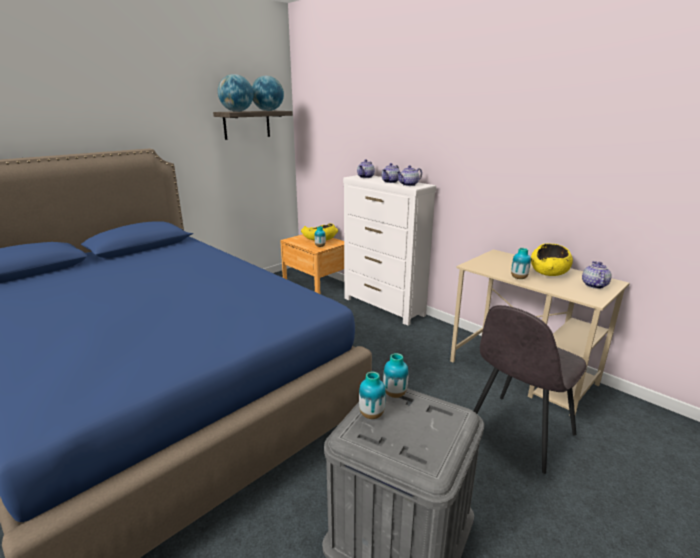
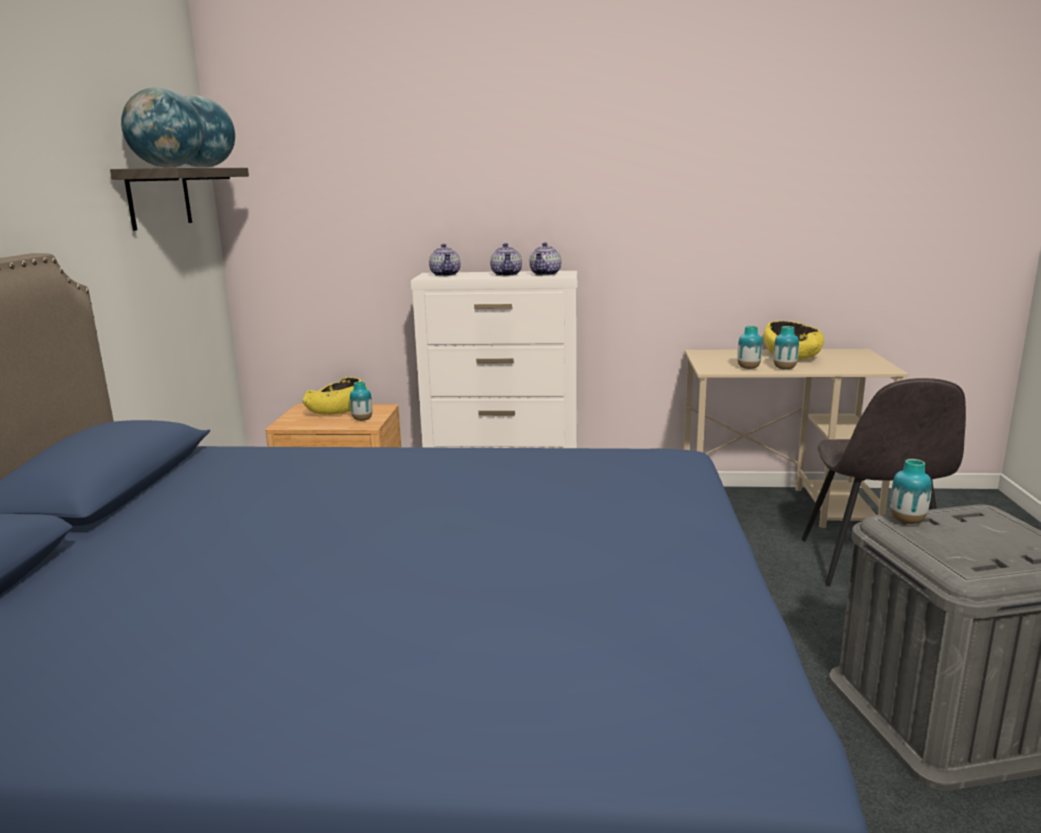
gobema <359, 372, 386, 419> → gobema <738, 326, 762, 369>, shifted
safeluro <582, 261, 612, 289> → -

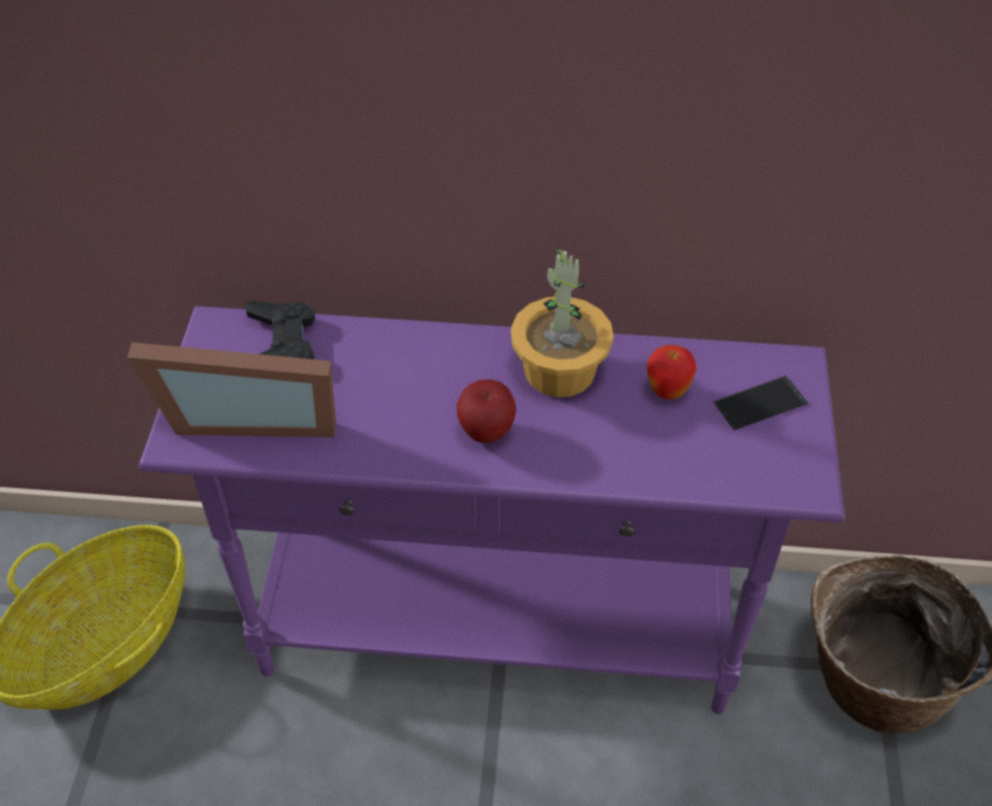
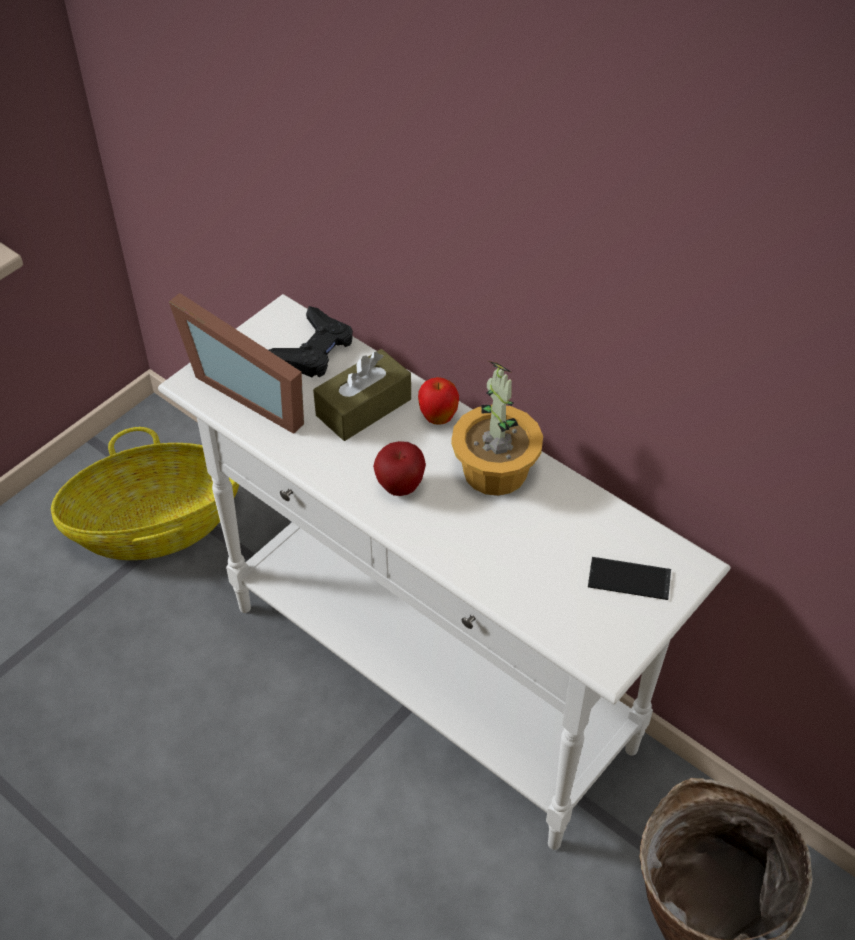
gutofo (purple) <139, 306, 845, 714> → gutofo (white) <158, 294, 731, 850>
- → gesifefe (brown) <313, 349, 411, 441>
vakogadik <647, 345, 697, 400> → vakogadik <418, 377, 459, 425>, shifted

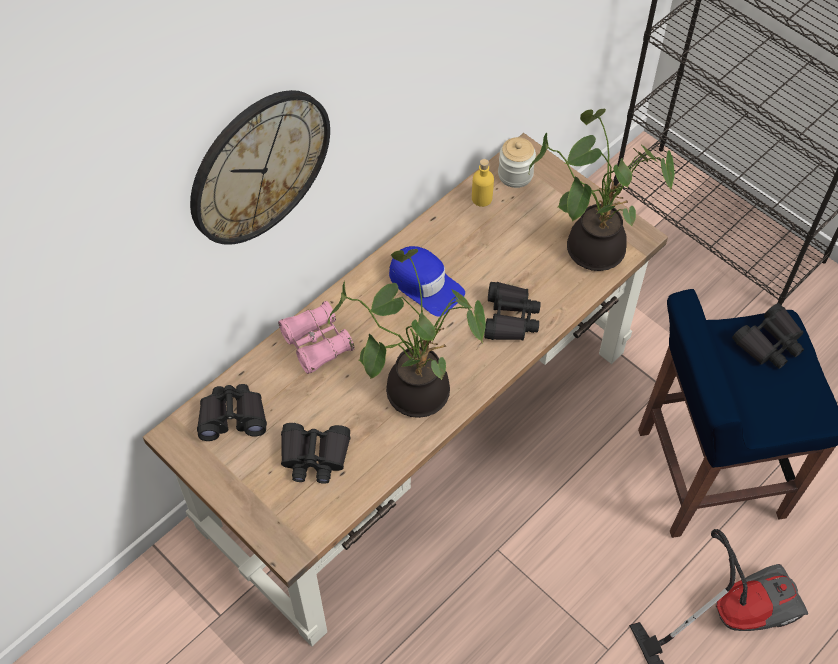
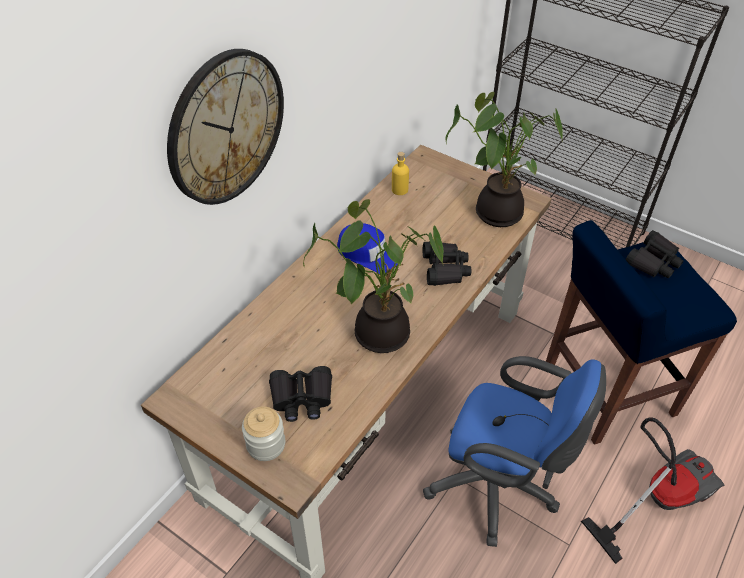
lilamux <498, 137, 536, 188> → lilamux <242, 407, 285, 461>, shifted
- → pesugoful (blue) <423, 356, 606, 547>
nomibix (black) <197, 384, 267, 441> → -
nomibix (pink) <278, 301, 355, 374> → -

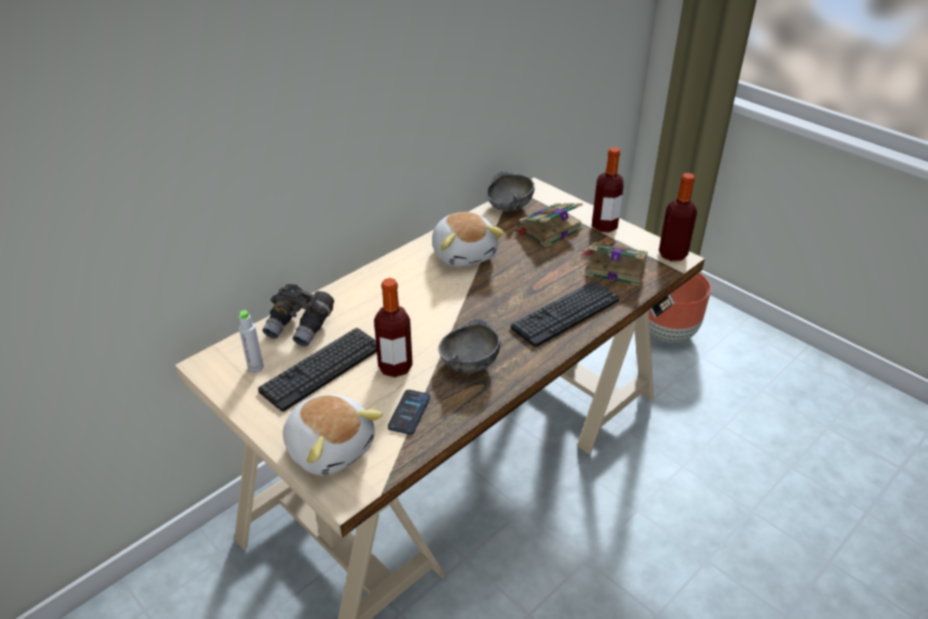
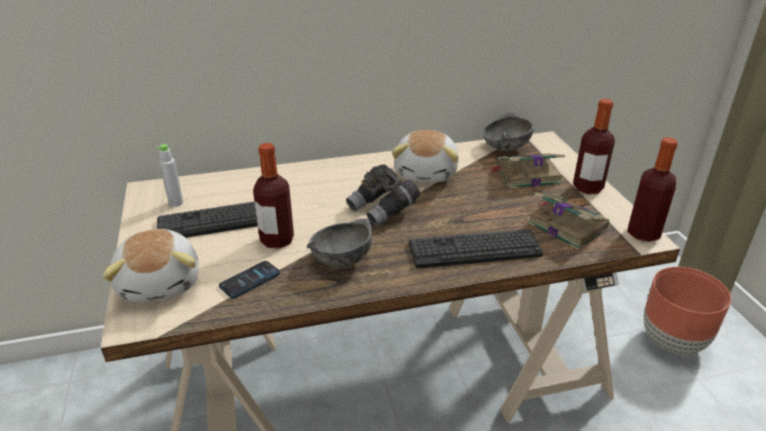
nomibix (grey) <262, 284, 334, 347> → nomibix (grey) <346, 164, 420, 226>, shifted

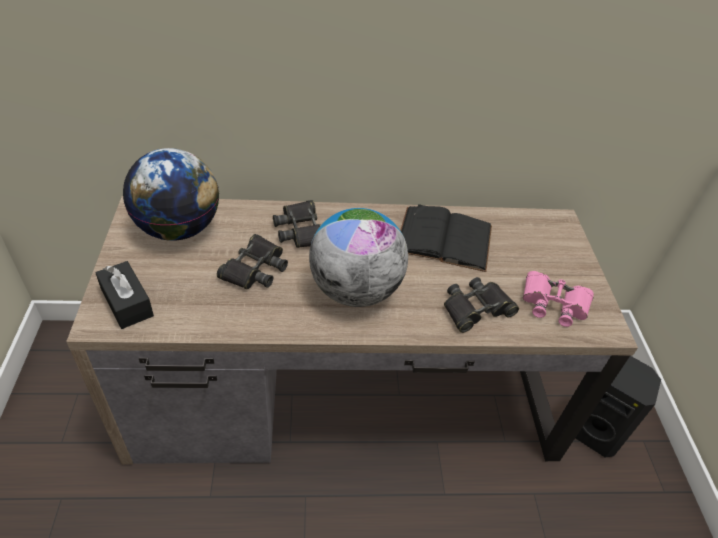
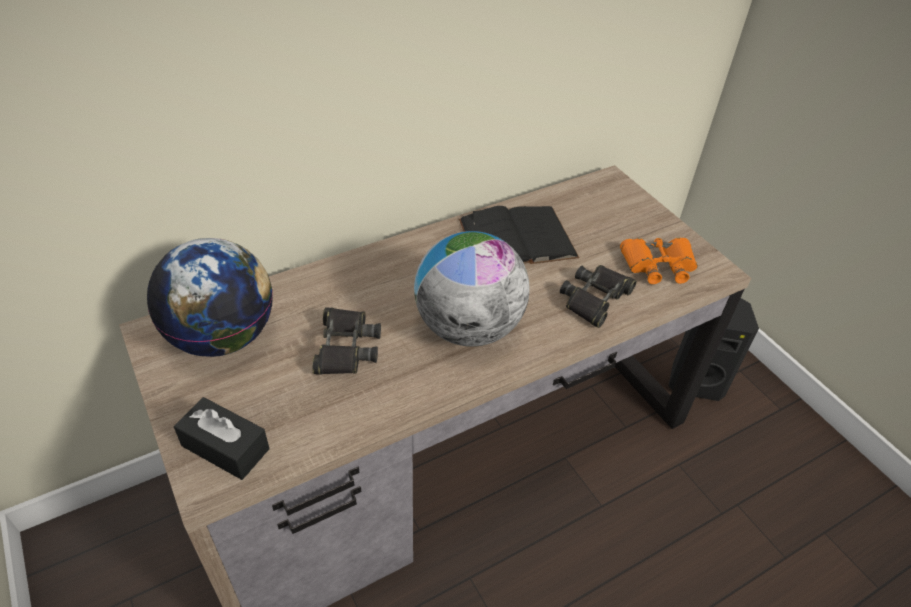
nomibix (pink) <523, 271, 594, 327> → nomibix (orange) <620, 237, 698, 284>
nomibix (black) <273, 200, 321, 248> → -

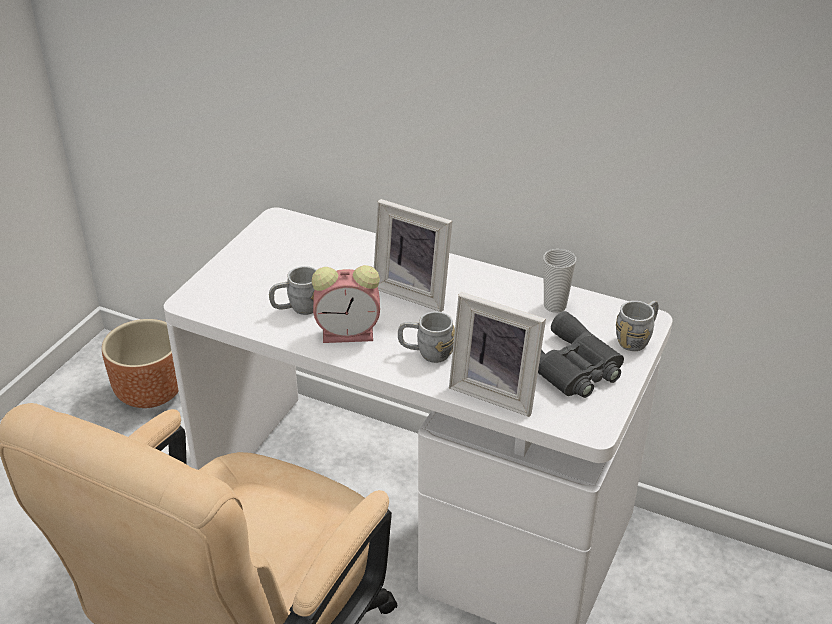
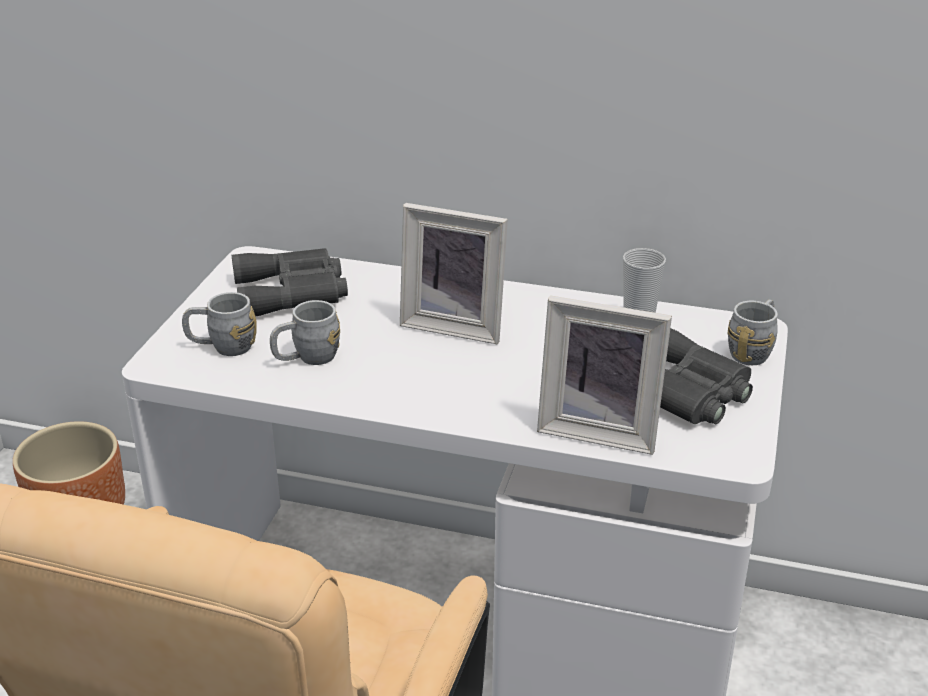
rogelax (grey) <398, 311, 455, 363> → rogelax (grey) <182, 292, 257, 356>, shifted
- → nomibix (grey) <232, 248, 348, 316>
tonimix <312, 265, 380, 343> → -

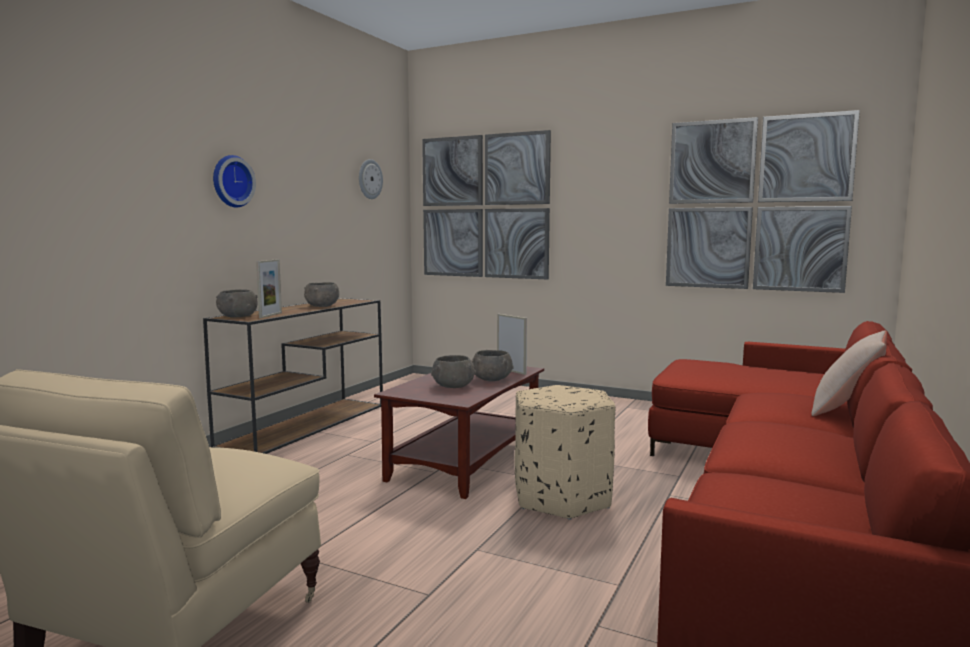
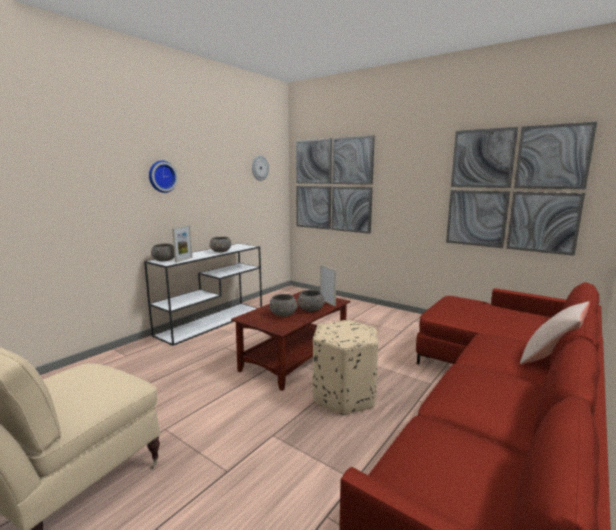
gutofo (brown) <203, 298, 383, 454> → gutofo (white) <144, 243, 262, 346>

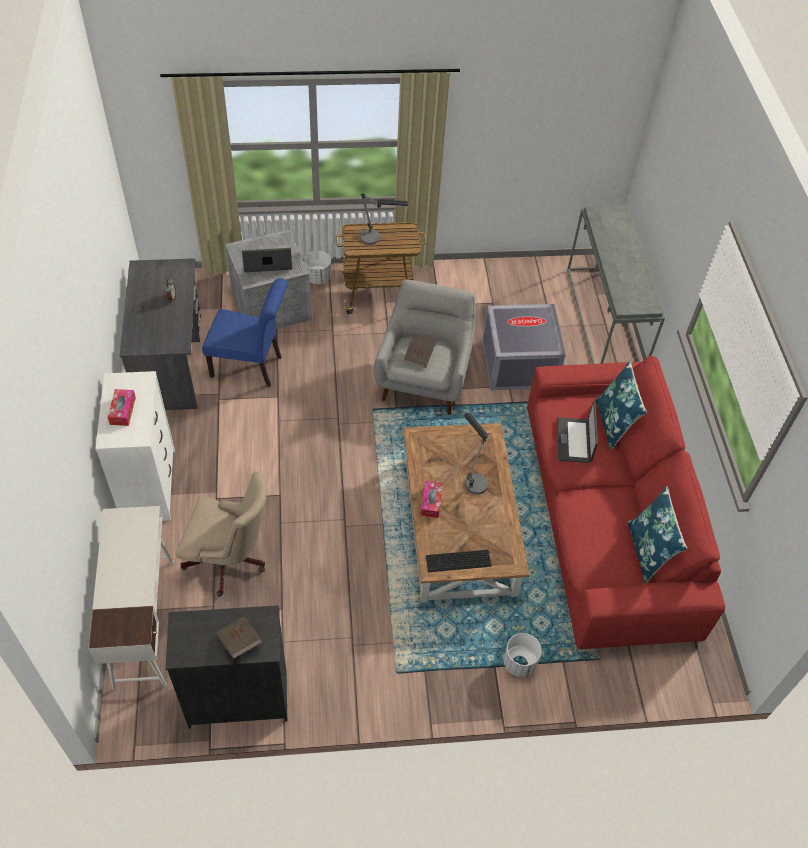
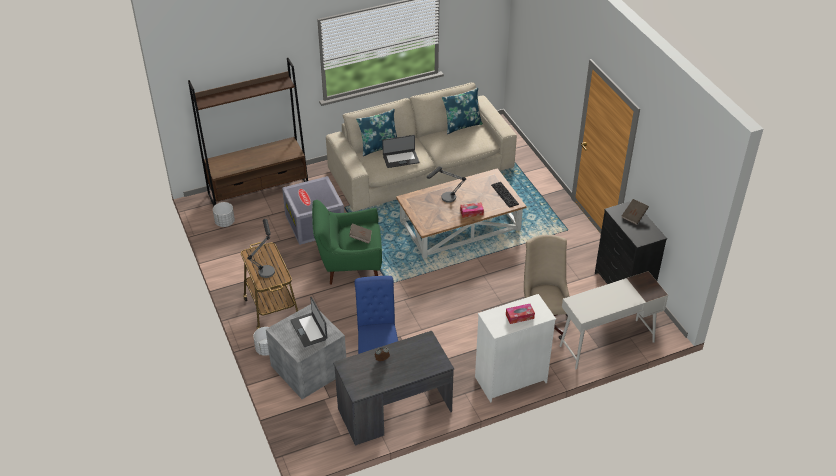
gutofo (grey) <567, 206, 665, 364> → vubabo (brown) <188, 58, 308, 206>
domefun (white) <504, 633, 542, 677> → domefun (white) <213, 202, 235, 227>, shifted
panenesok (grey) <374, 279, 476, 415> → panenesok (green) <312, 200, 382, 285>
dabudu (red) <527, 356, 725, 649> → dabudu (beige) <326, 82, 517, 211>

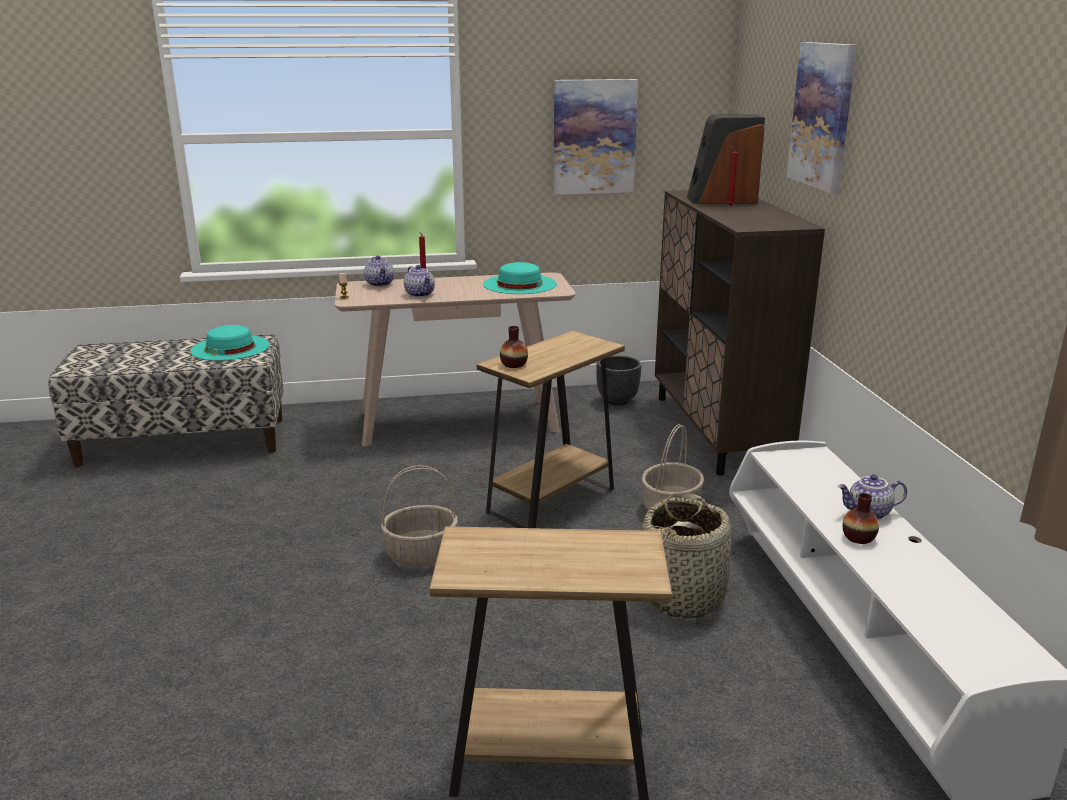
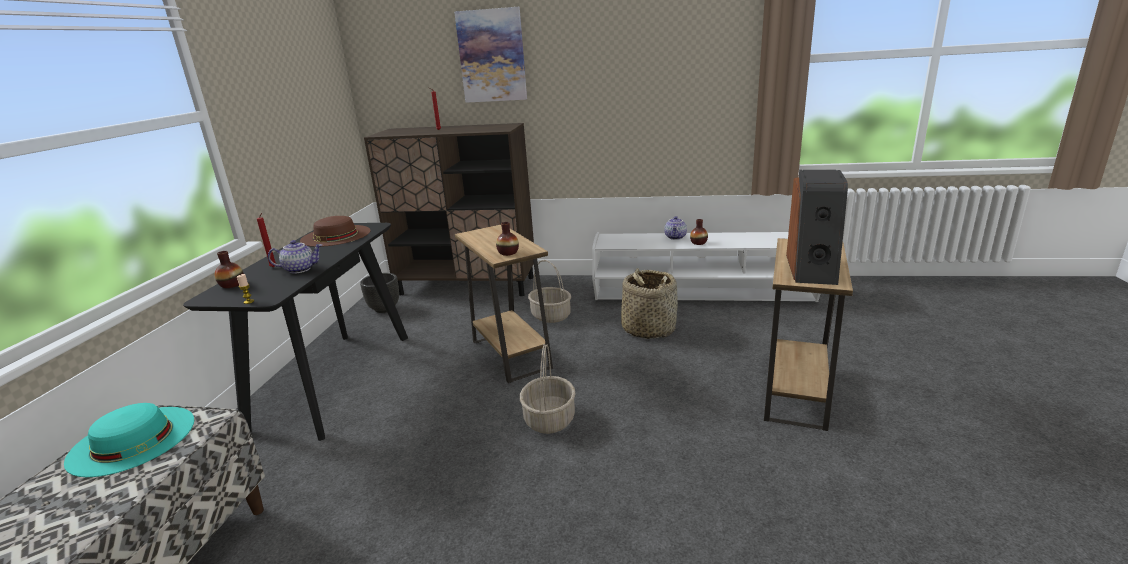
gutofo (beige) <335, 272, 576, 446> → gutofo (black) <183, 223, 408, 441>
safeluro <364, 256, 394, 287> → gobema <215, 251, 244, 288>
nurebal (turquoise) <483, 262, 557, 294> → nurebal (brown) <300, 216, 371, 247>
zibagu <687, 114, 765, 204> → zibagu <786, 170, 848, 285>, shifted
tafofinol <553, 79, 638, 195> → -

